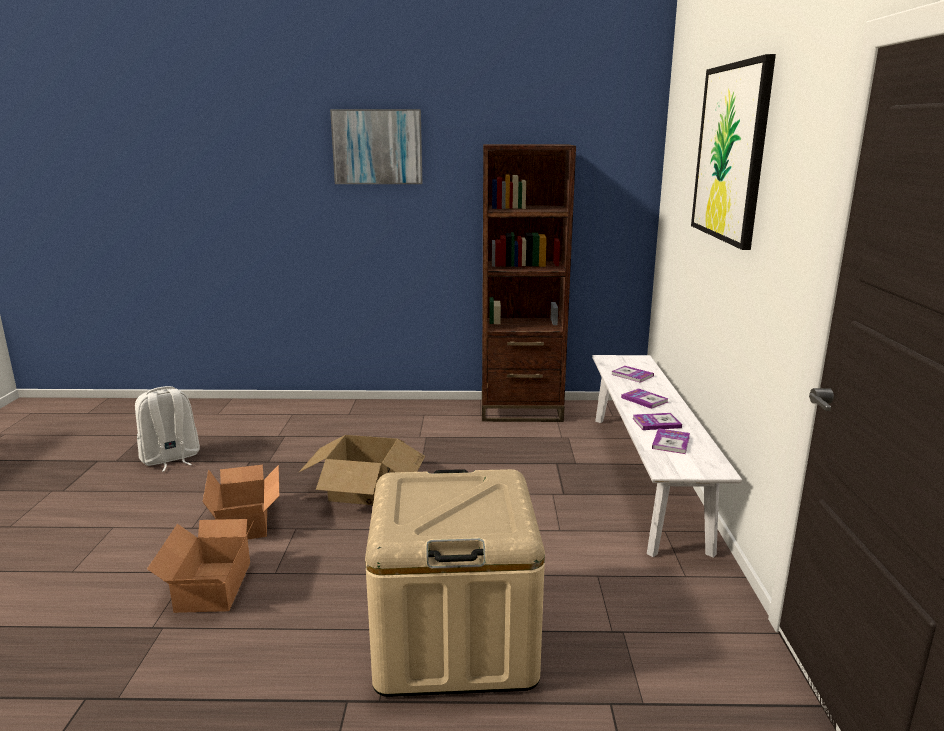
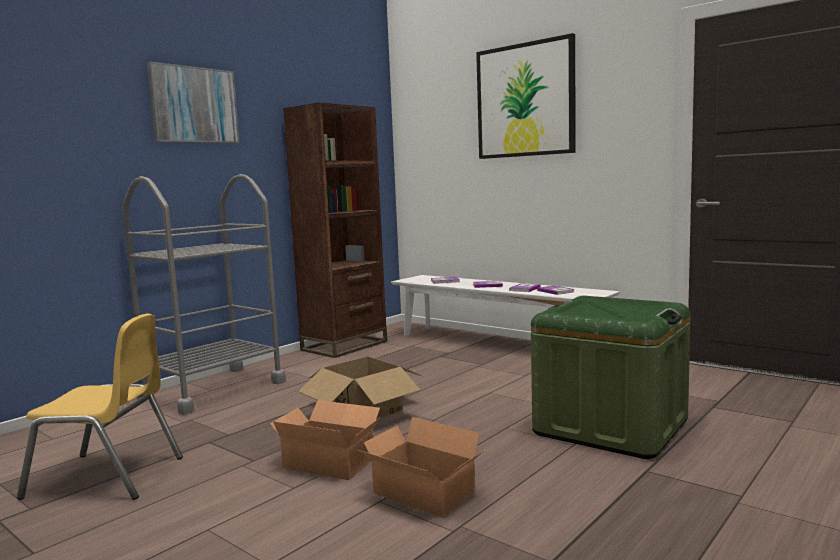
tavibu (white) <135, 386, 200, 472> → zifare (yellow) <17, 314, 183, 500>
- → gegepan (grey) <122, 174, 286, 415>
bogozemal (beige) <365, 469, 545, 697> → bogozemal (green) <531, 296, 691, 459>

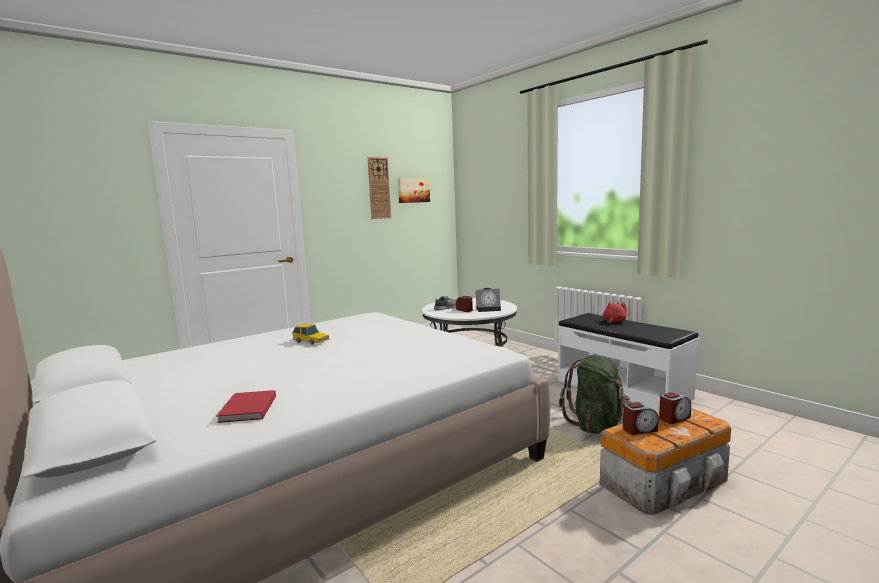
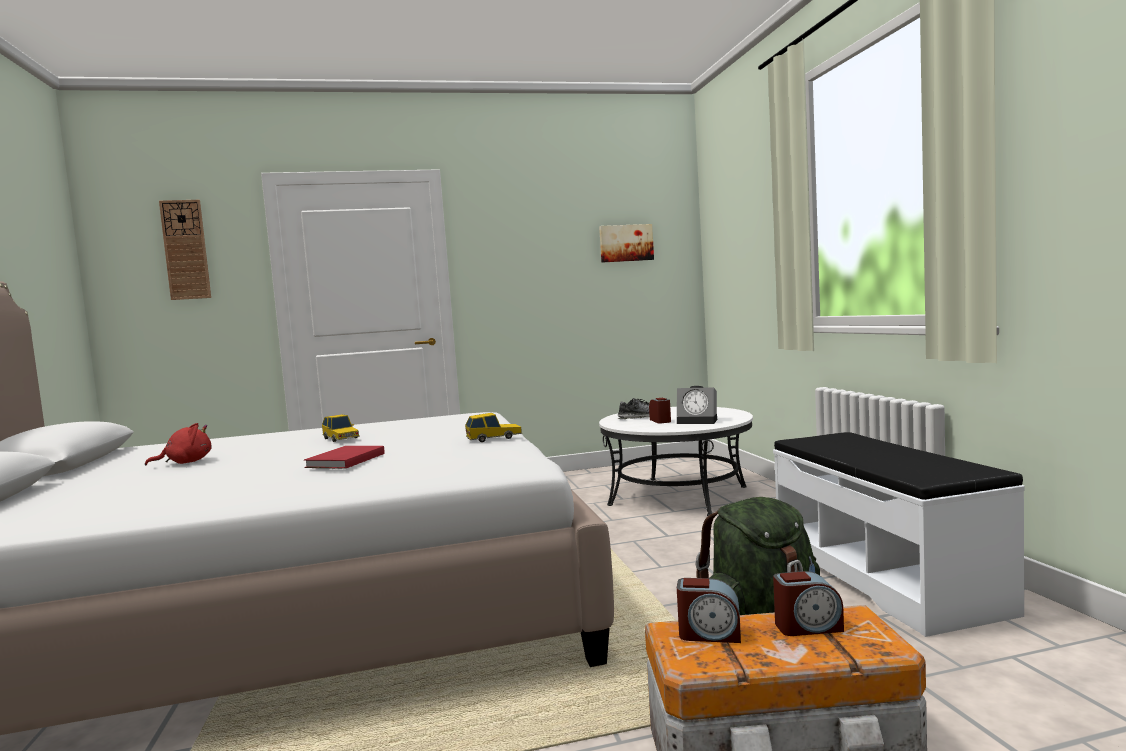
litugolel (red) <603, 301, 627, 324> → litugolel (red) <145, 423, 212, 465>, shifted
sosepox <367, 157, 391, 219> → sosepox <159, 200, 211, 300>, shifted
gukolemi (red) <216, 390, 276, 423> → gukolemi (red) <304, 446, 385, 469>, shifted
- → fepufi <465, 413, 522, 442>

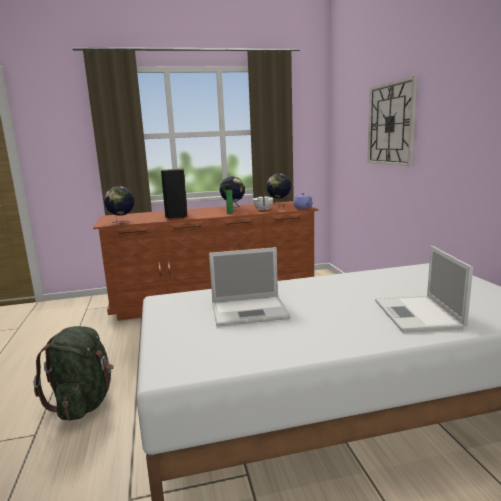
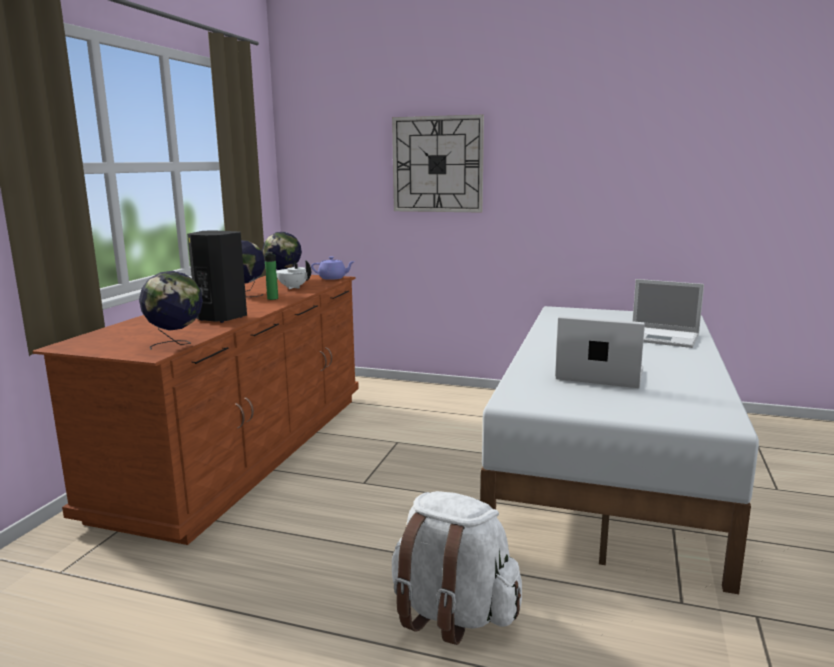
tavibu (green) <34, 326, 114, 421> → tavibu (white) <392, 491, 522, 645>
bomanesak <209, 247, 290, 326> → bomanesak <555, 316, 645, 388>, 90 degrees counterclockwise

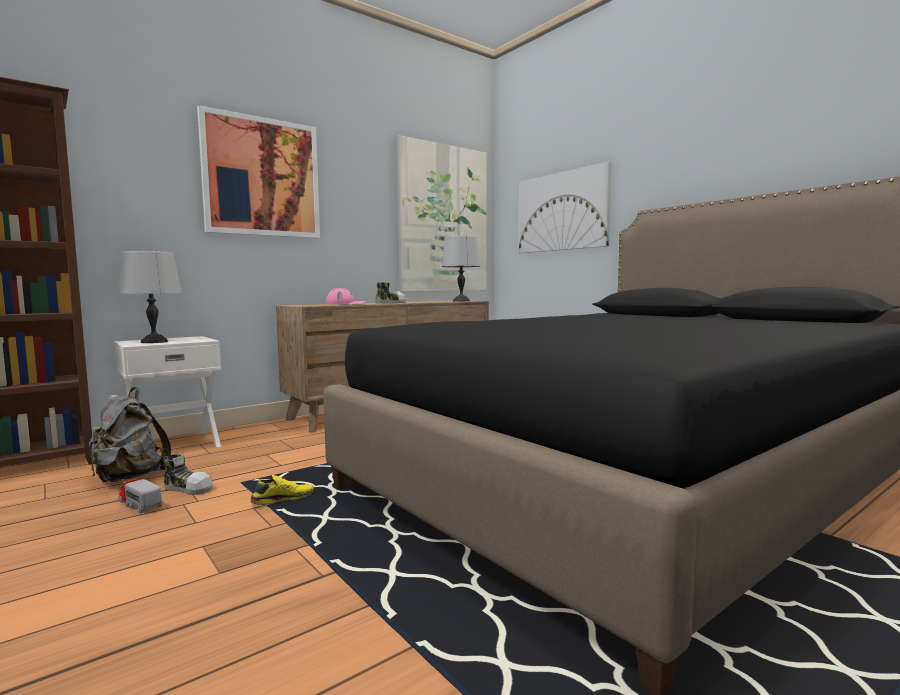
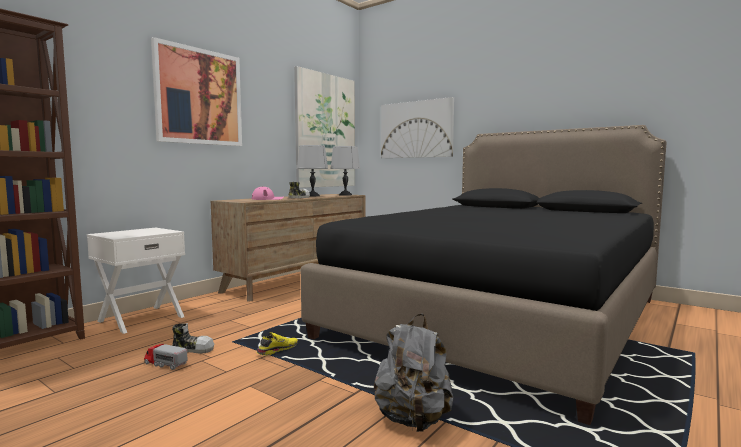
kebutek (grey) <118, 251, 182, 343> → kebutek (grey) <297, 145, 328, 196>, shifted
tavibu (grey) <89, 387, 171, 482> → tavibu (grey) <374, 314, 453, 432>, shifted

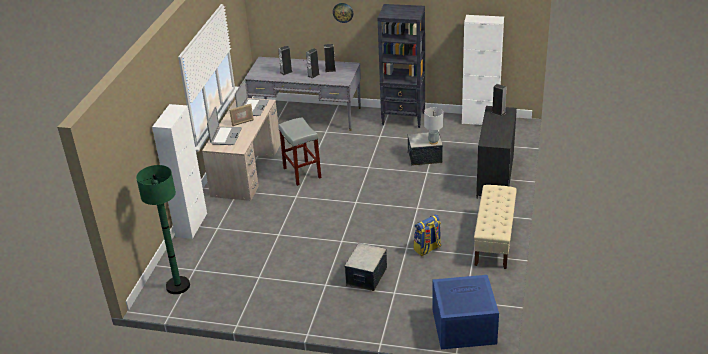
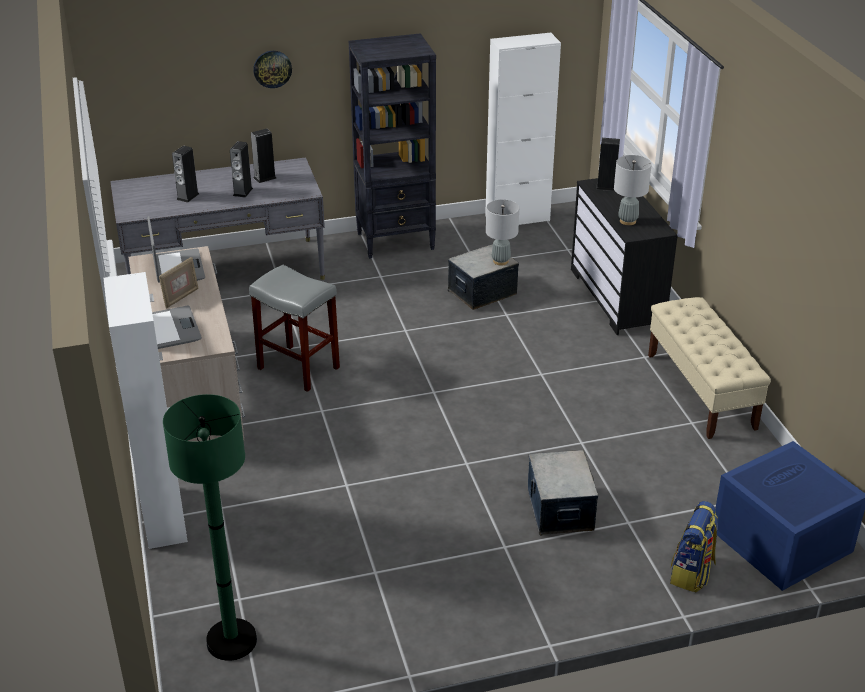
- → kebutek (grey) <614, 155, 652, 225>
tavibu <414, 214, 441, 256> → tavibu <670, 501, 718, 593>, shifted

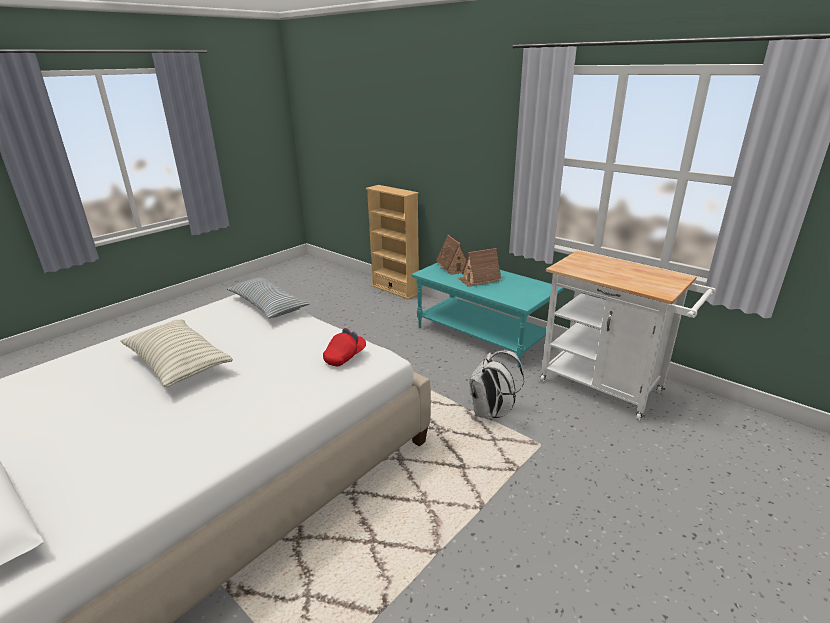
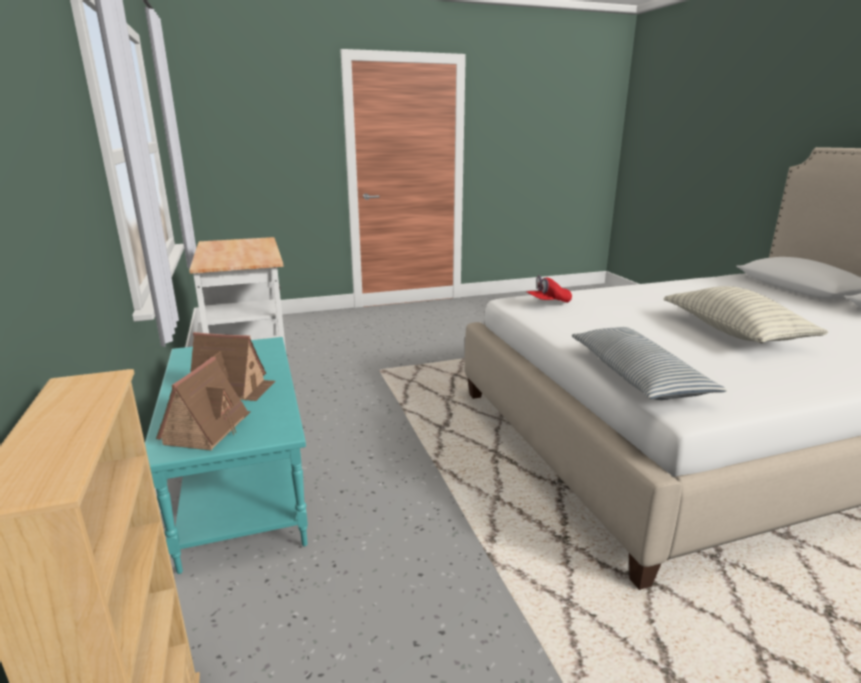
tavibu (white) <469, 350, 524, 420> → -

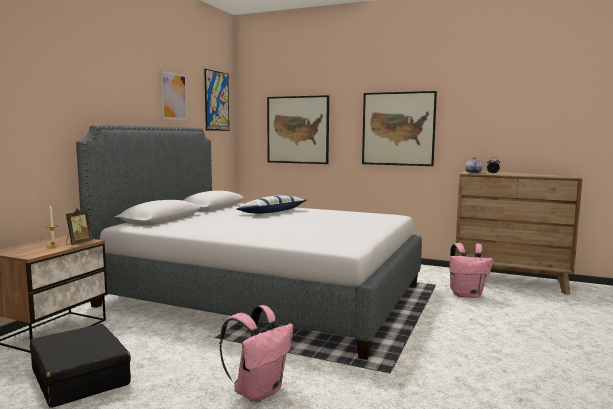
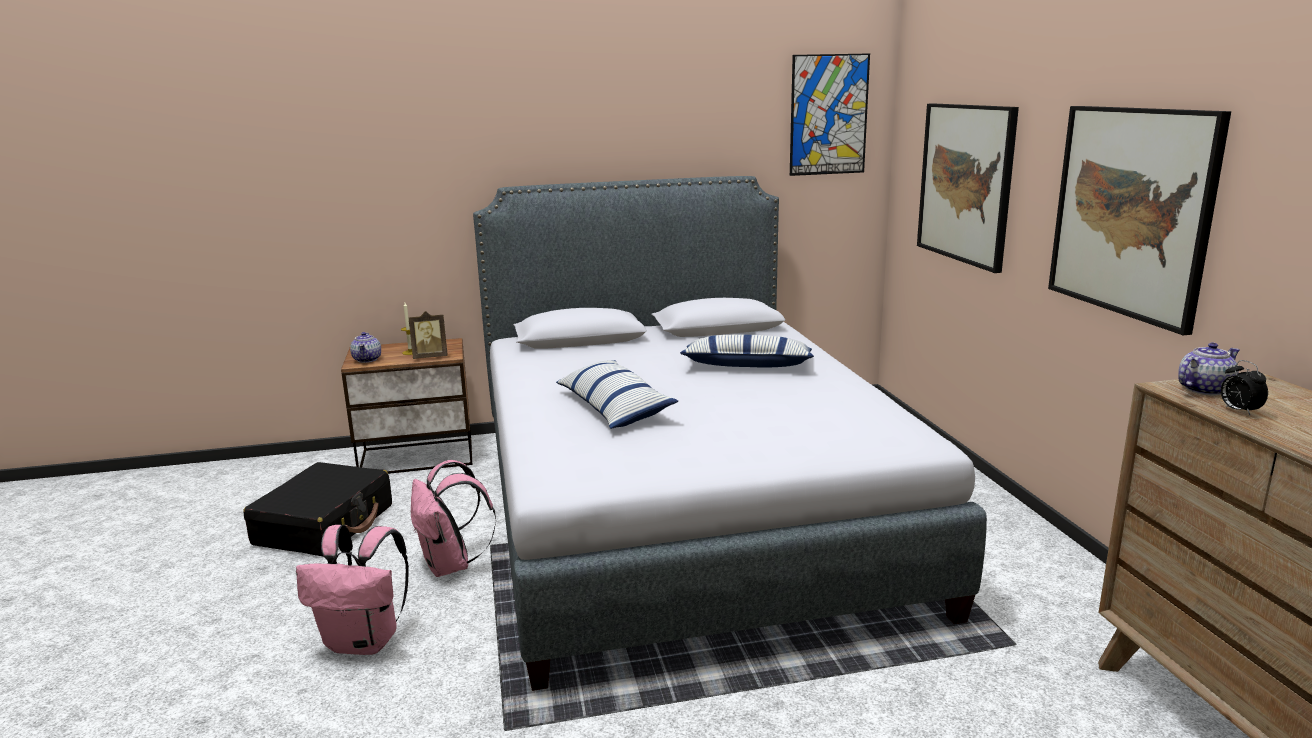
- → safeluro <350, 332, 381, 363>
tavibu (pink) <450, 243, 493, 298> → tavibu (pink) <411, 460, 496, 577>, shifted
- → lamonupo <556, 360, 678, 429>
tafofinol <160, 70, 188, 120> → -

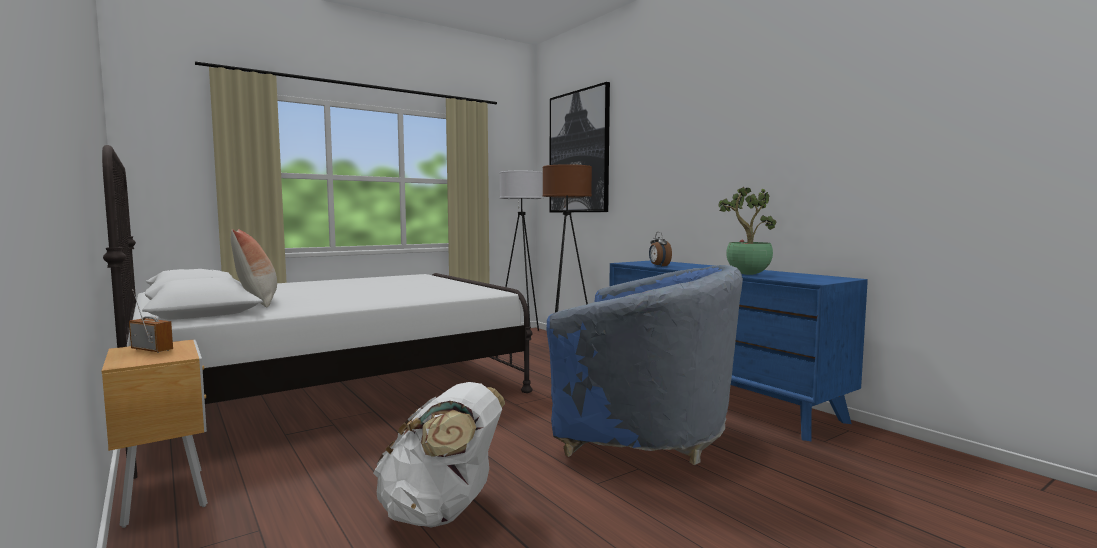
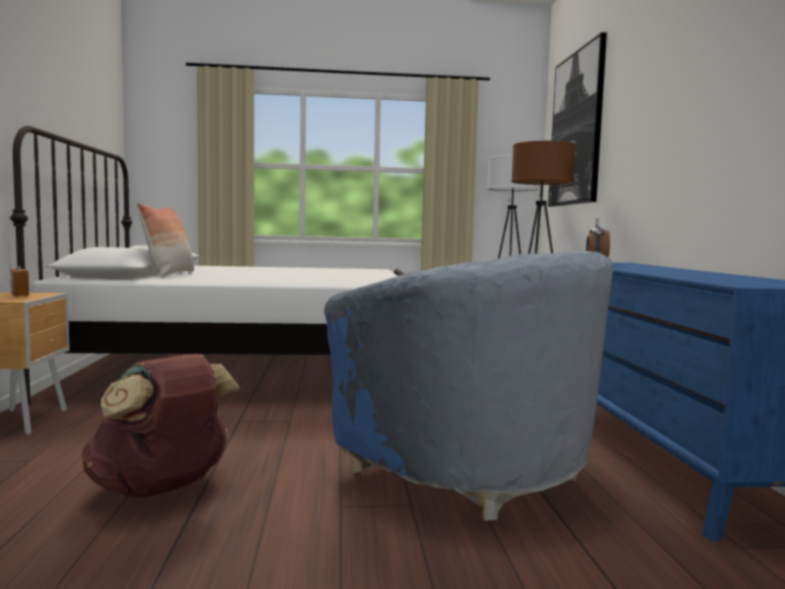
tavibu (white) <373, 382, 505, 528> → tavibu (brown) <82, 354, 240, 497>
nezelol <718, 187, 776, 275> → -

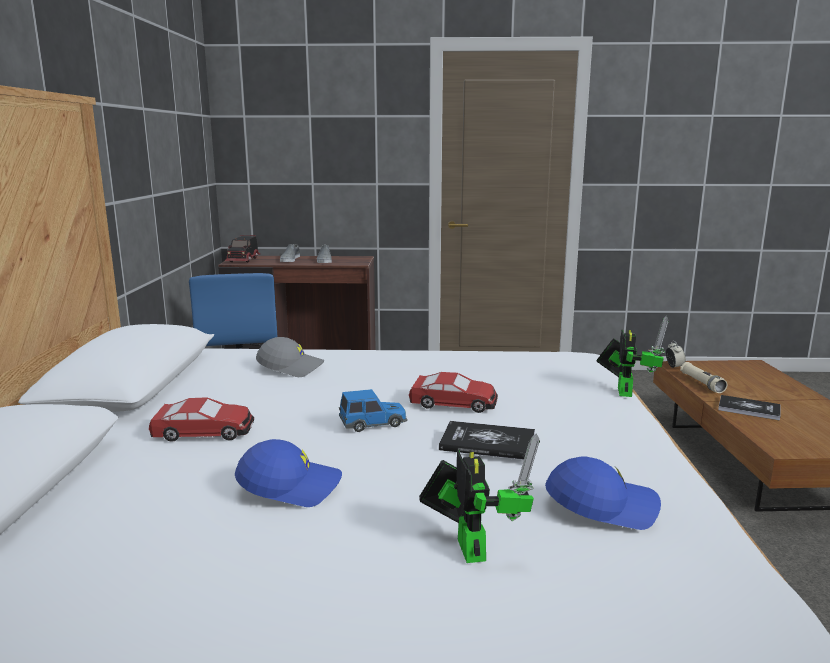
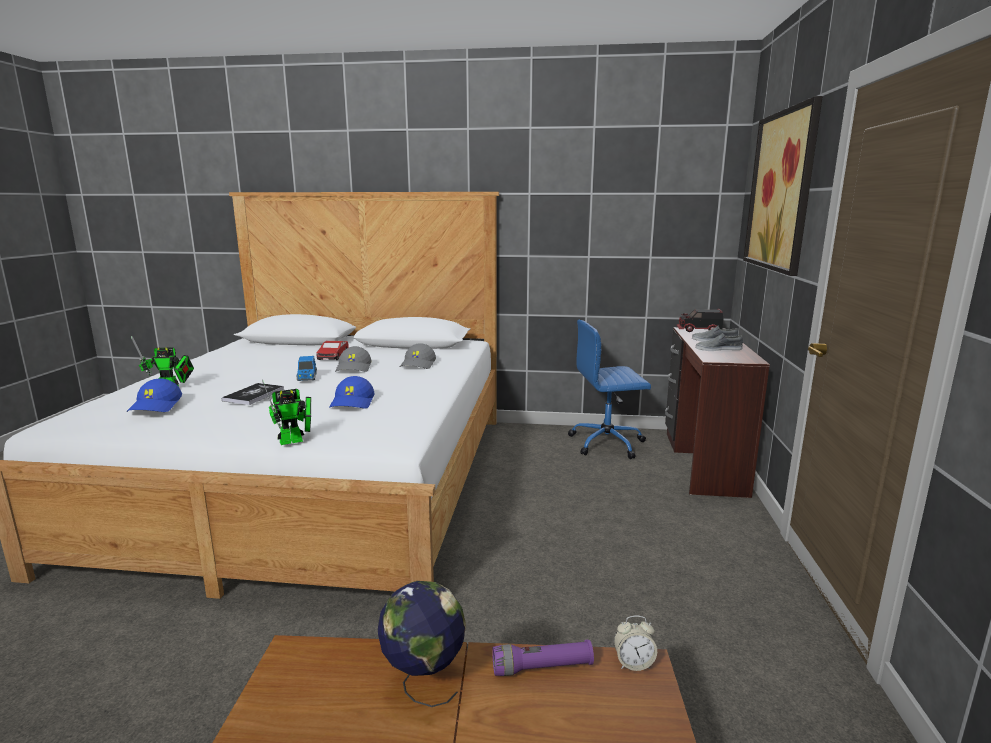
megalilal <596, 316, 669, 397> → megalilal <262, 379, 311, 445>, 45 degrees counterclockwise
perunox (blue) <235, 439, 342, 507> → perunox (blue) <329, 376, 375, 409>, shifted
- → perunox (grey) <335, 346, 372, 372>
gukolemi <718, 395, 781, 421> → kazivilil <378, 581, 466, 707>
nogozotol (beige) <680, 362, 727, 393> → nogozotol (purple) <492, 640, 594, 676>
- → tafofinol <743, 96, 823, 276>
fepufi <409, 372, 498, 413> → -

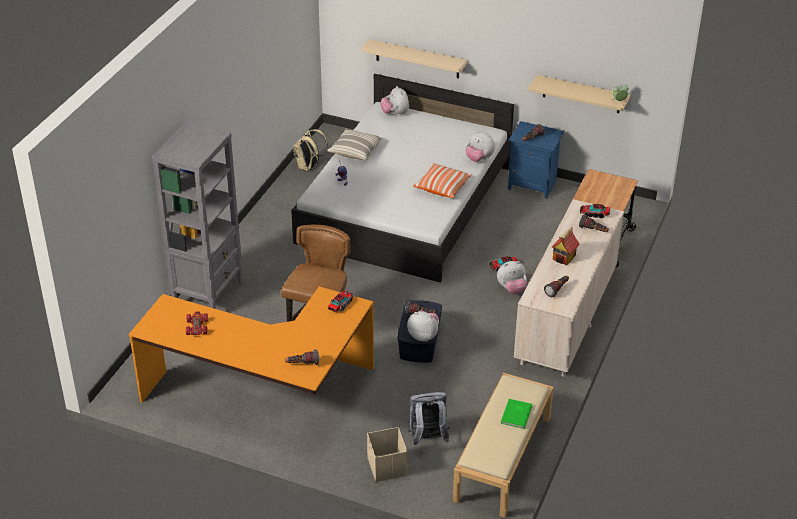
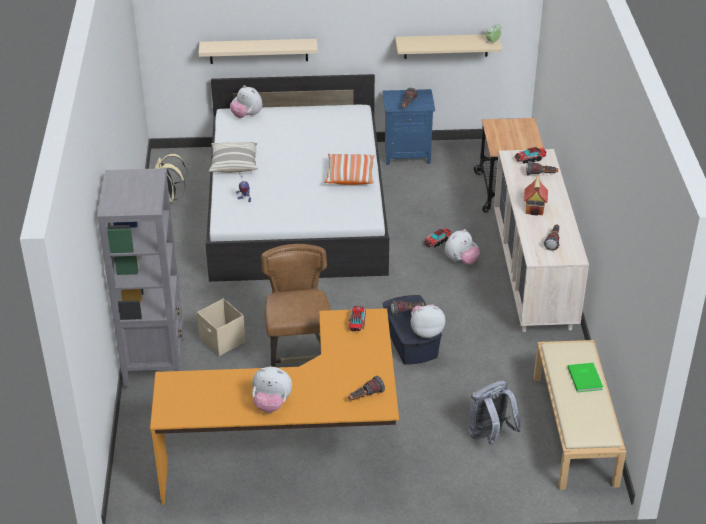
bogozemal (beige) <367, 427, 407, 482> → bogozemal (beige) <197, 299, 245, 356>, shifted
litugolel <465, 130, 495, 162> → litugolel <252, 367, 292, 413>, shifted
fepufi (red) <186, 311, 208, 335> → -

